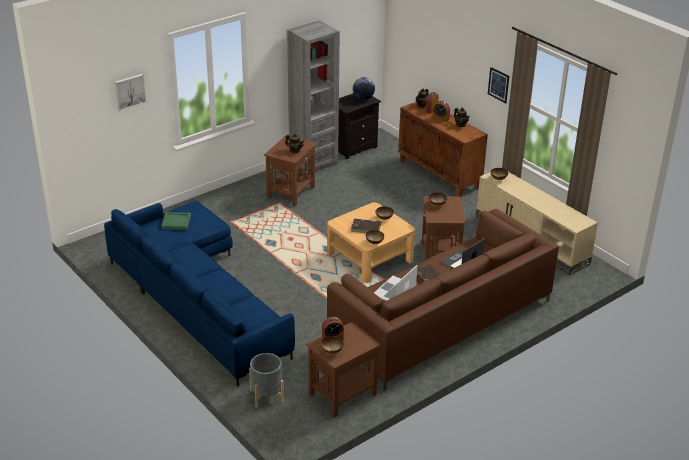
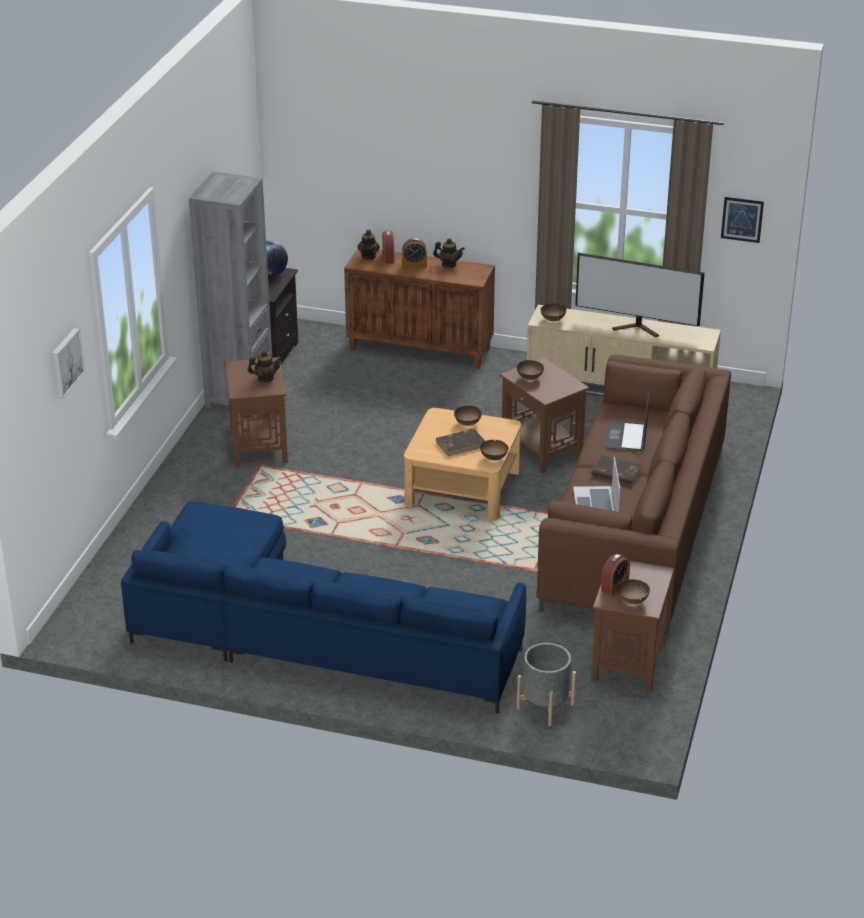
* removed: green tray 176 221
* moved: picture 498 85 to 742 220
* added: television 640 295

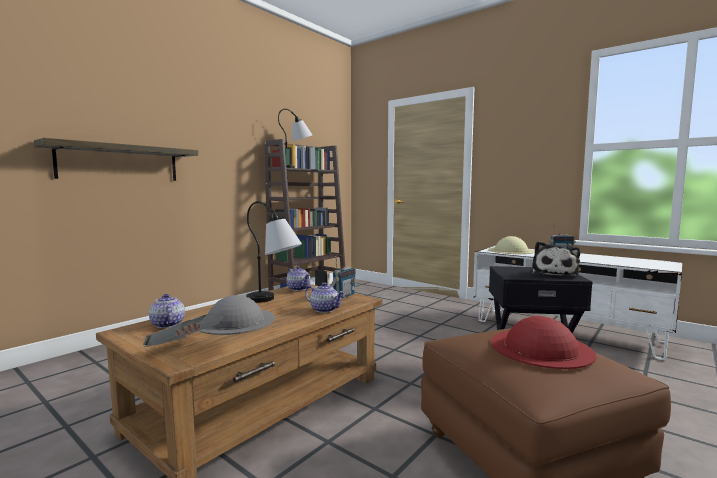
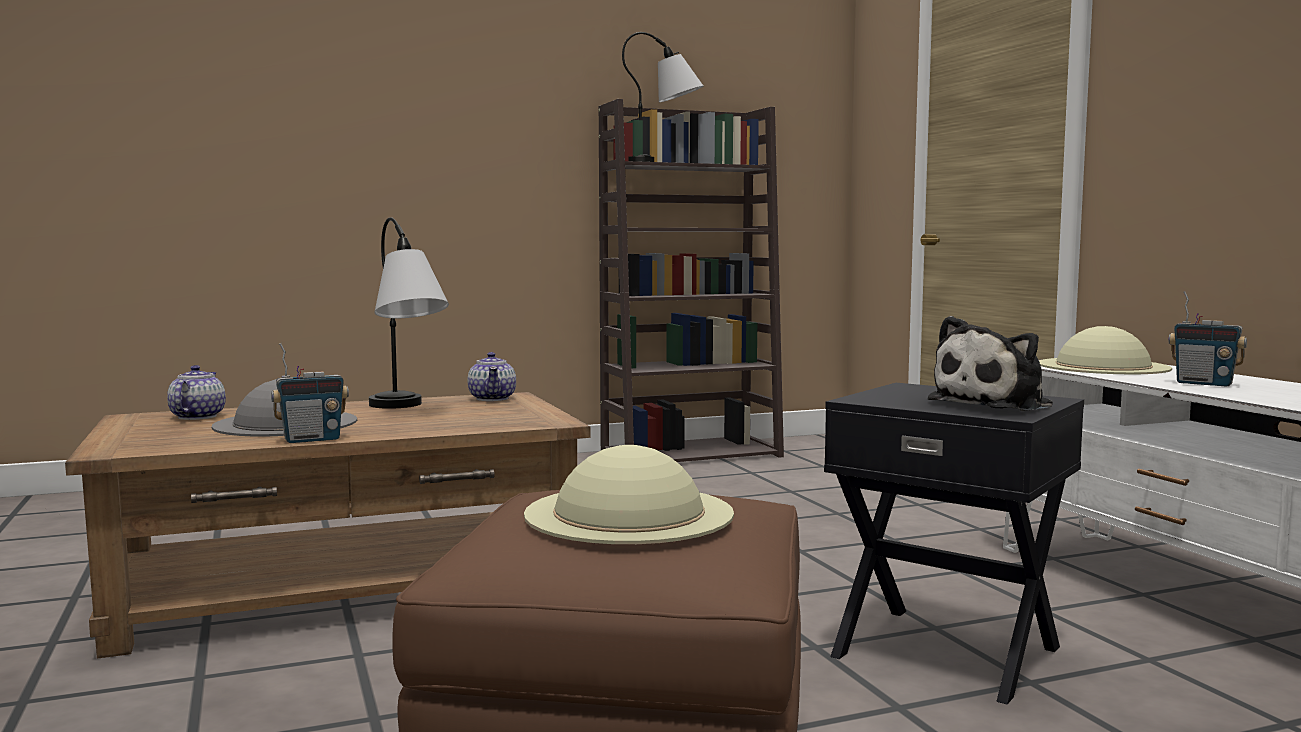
* removed: shelf 116 159
* removed: newspaper 183 330
* removed: teapot 325 297
* moved: radio 343 277 to 310 393
* recoloured: red hat 543 342 to beige hat 629 494

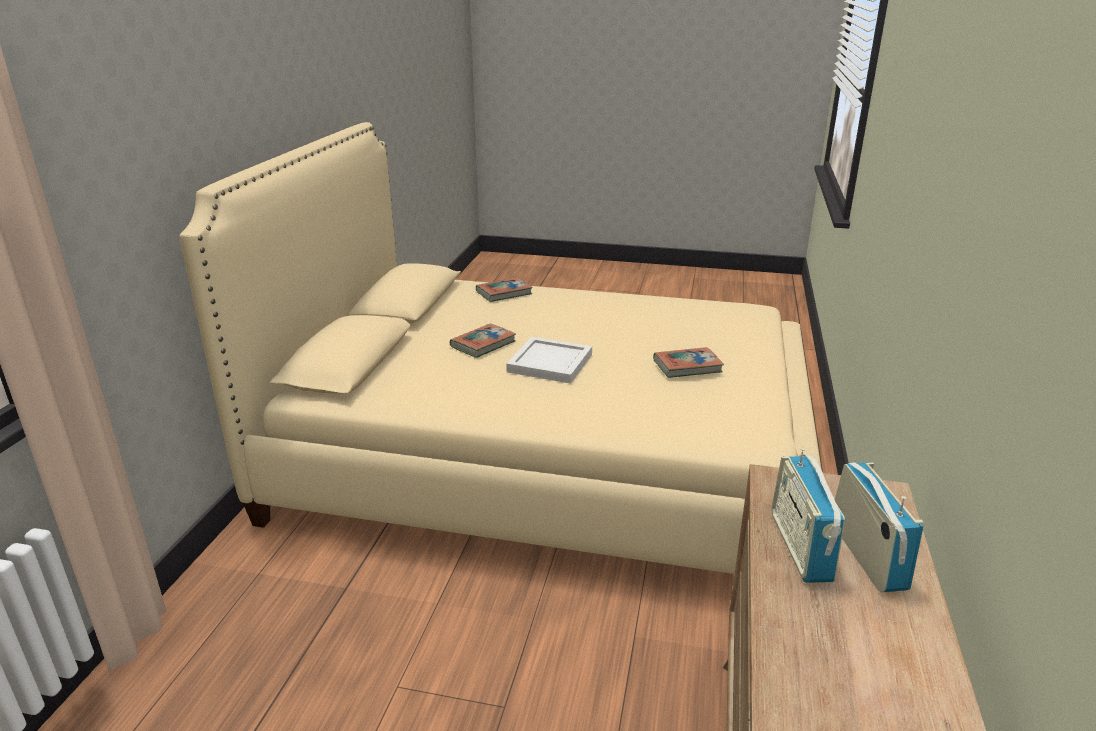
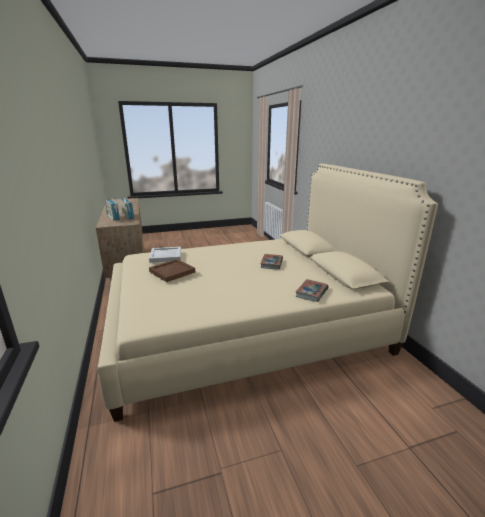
* moved: white tray 549 360 to 165 255
* replaced: book 688 362 to brown tray 172 270

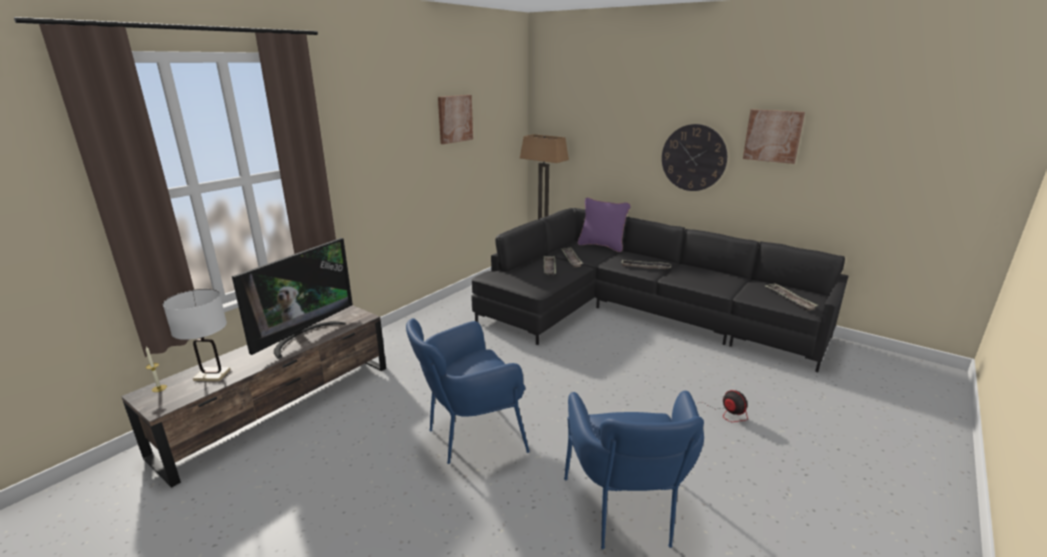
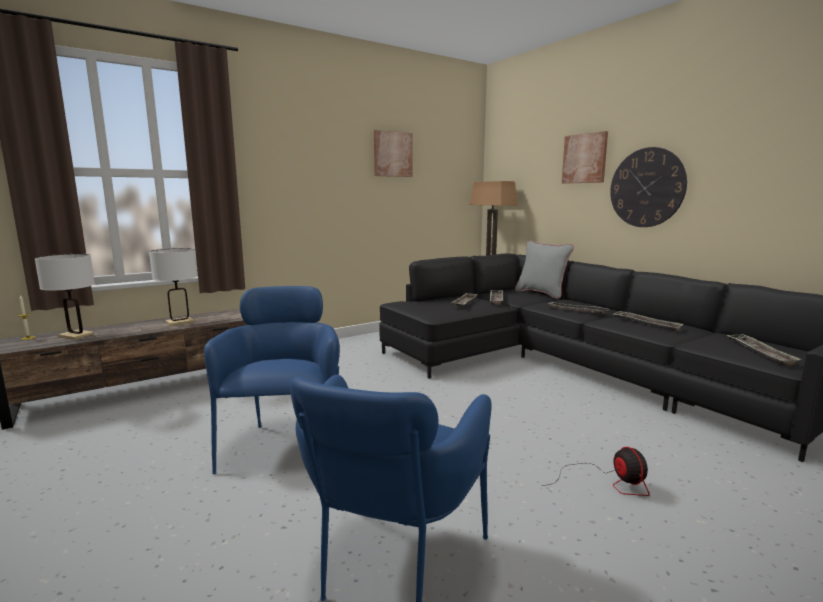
* replaced: television 292 298 to white table lamp 173 287
* turned: blue armchair 468 391 = 272 380 90 degrees clockwise
* recoloured: purple pillow 604 224 to grey pillow 544 269
* moved: picture 774 136 to 585 157
* added: tray 649 321

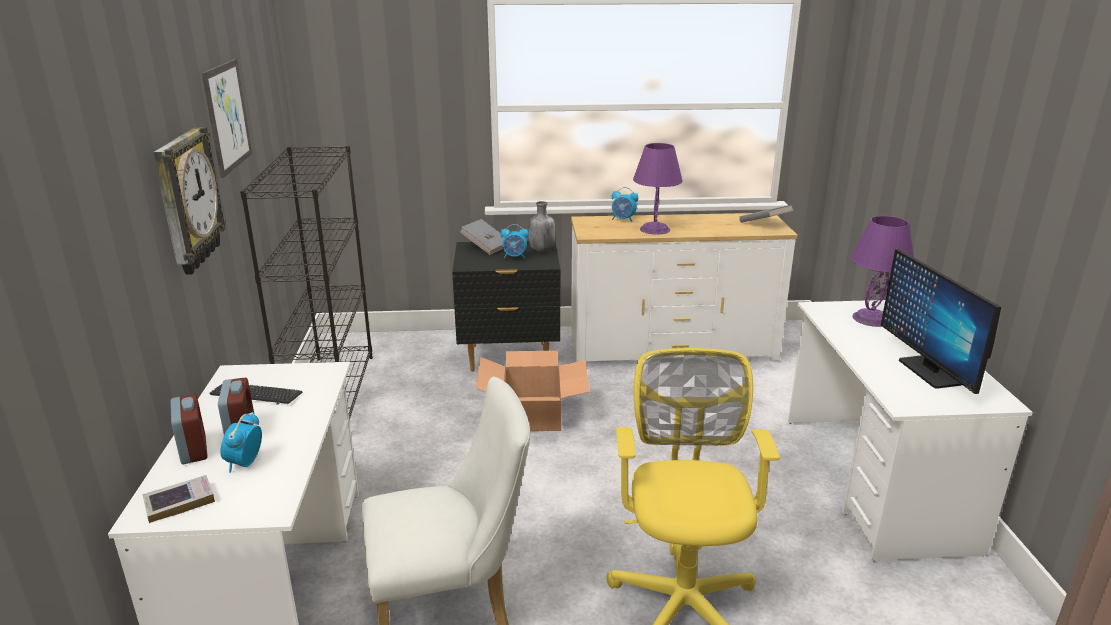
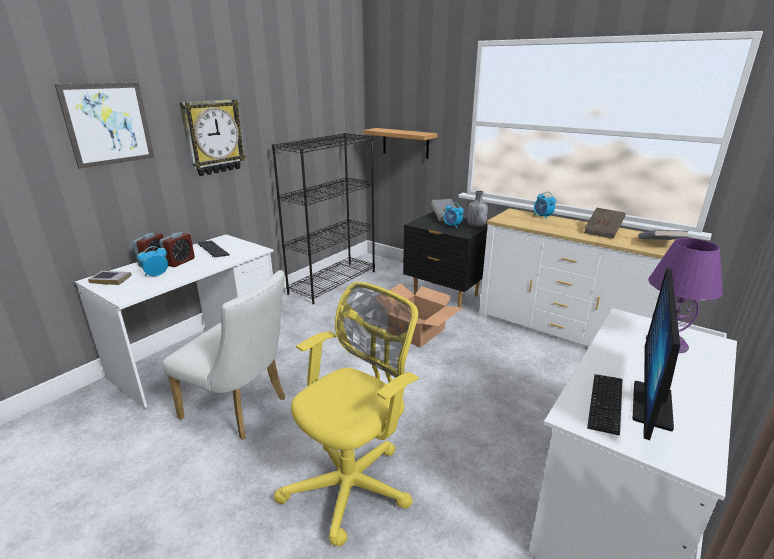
* moved: picture 227 118 to 104 125
* removed: purple table lamp 658 189
* added: shelf 400 143
* added: brown book 605 223
* added: keyboard 605 404

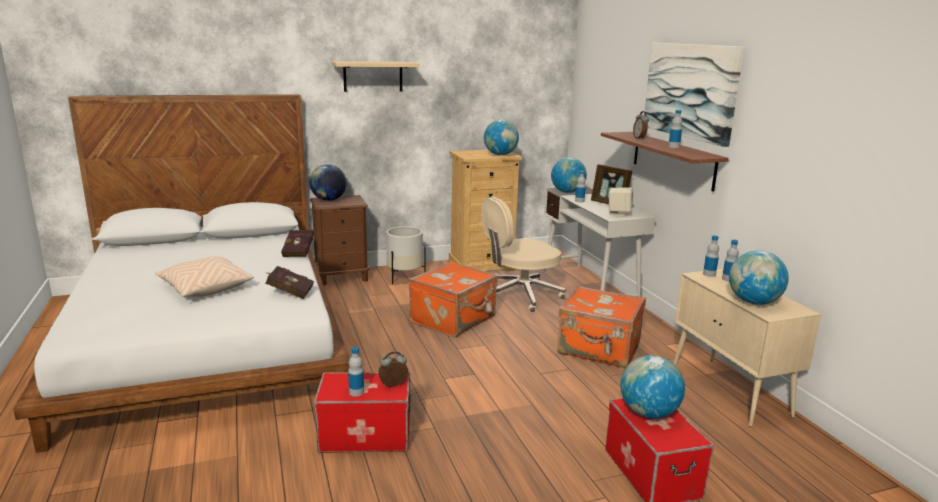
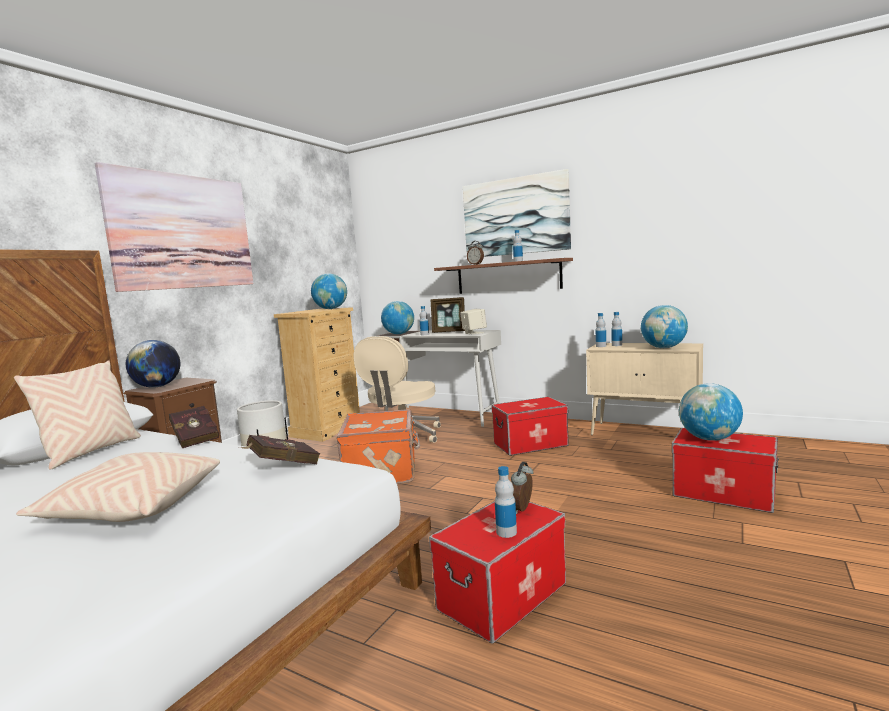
* replaced: beige shelf 376 76 to picture 174 227
* replaced: orange suitcase 601 327 to storage box 530 426
* added: beige pillow 77 415

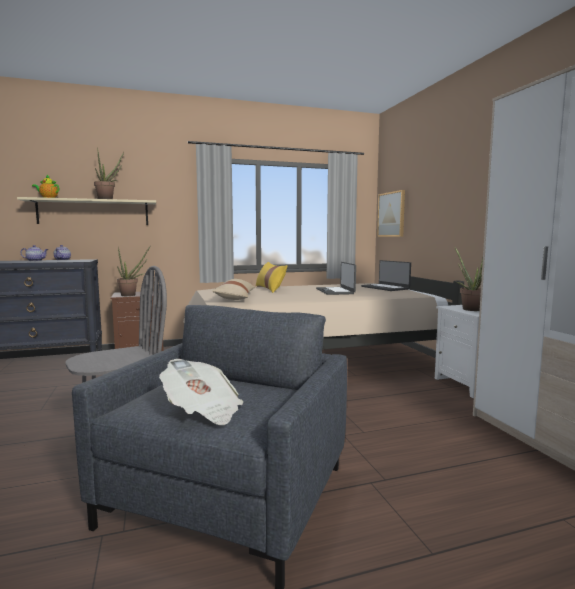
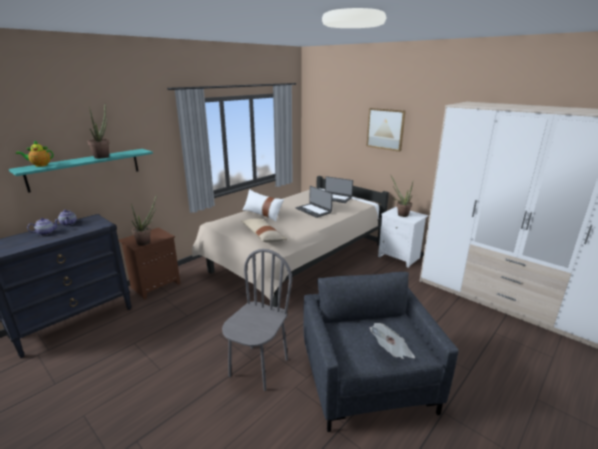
* recoloured: beige shelf 86 211 to turquoise shelf 81 171
* recoloured: yellow pillow 272 277 to white pillow 263 205
* moved: picture 391 213 to 386 130

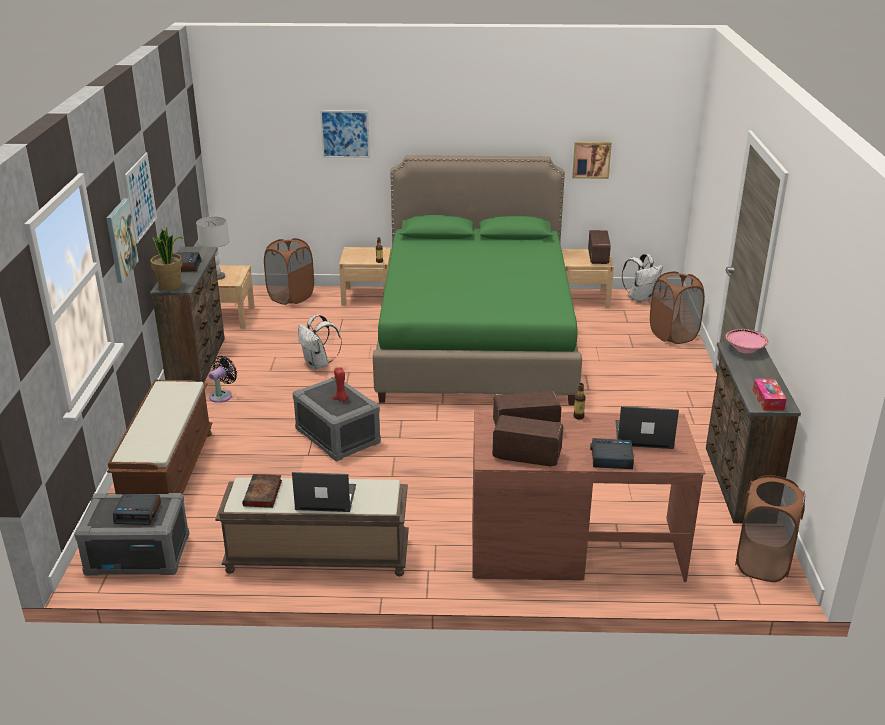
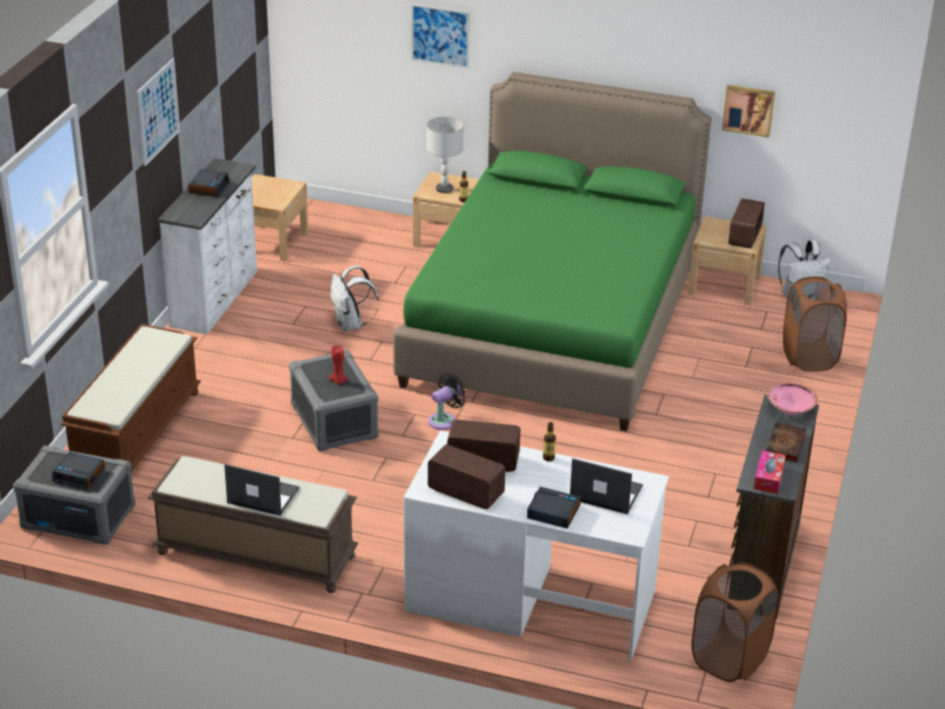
* removed: picture 123 240
* recoloured: brown dresser 187 315 to white dresser 207 246
* removed: potted plant 167 258
* moved: grey table lamp 212 248 to 445 155
* moved: black fan 223 379 to 447 401
* moved: book 262 491 to 786 442
* removed: brown laundry basket 289 271
* recoloured: brown desk 588 496 to white desk 536 546

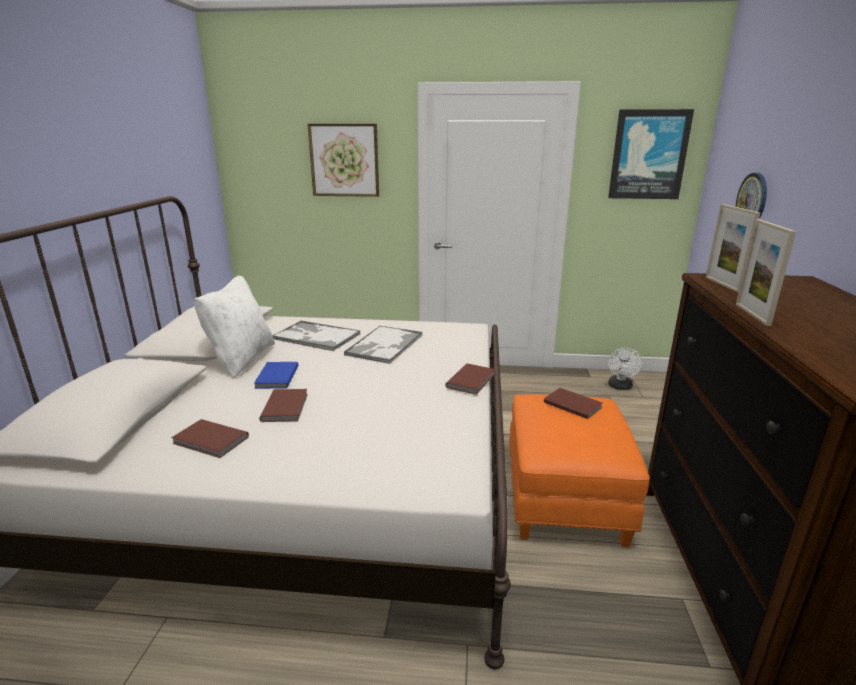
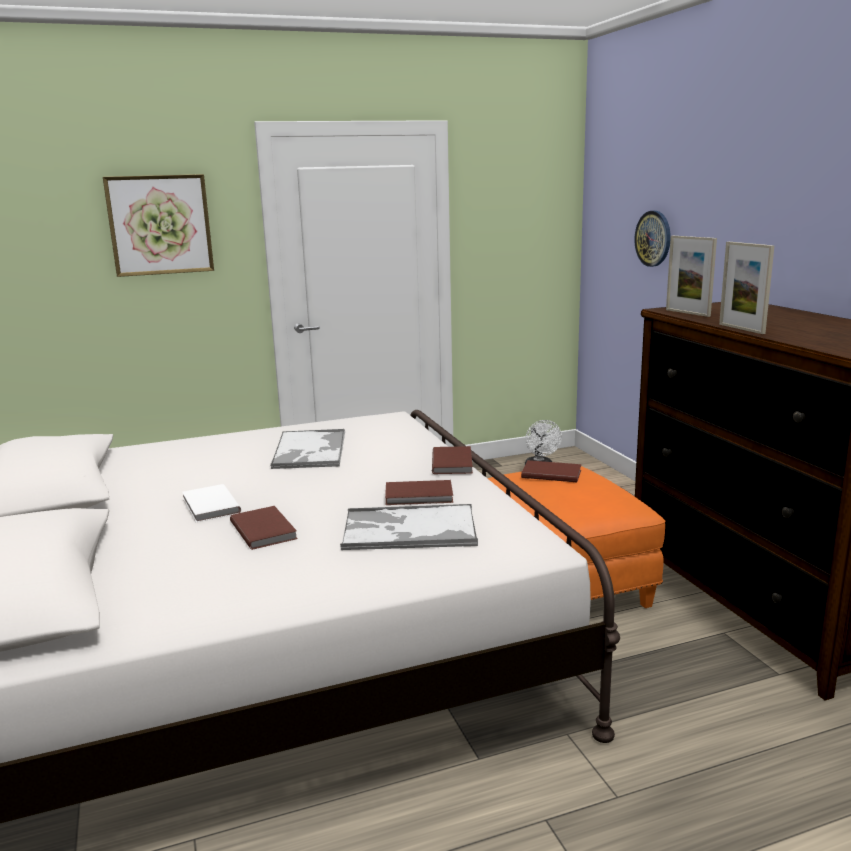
* moved: brown book 210 438 to 419 492
* removed: white pillow 234 327
* recoloured: blue book 276 375 to white book 211 503
* moved: tray 316 335 to 409 527
* removed: picture 651 154

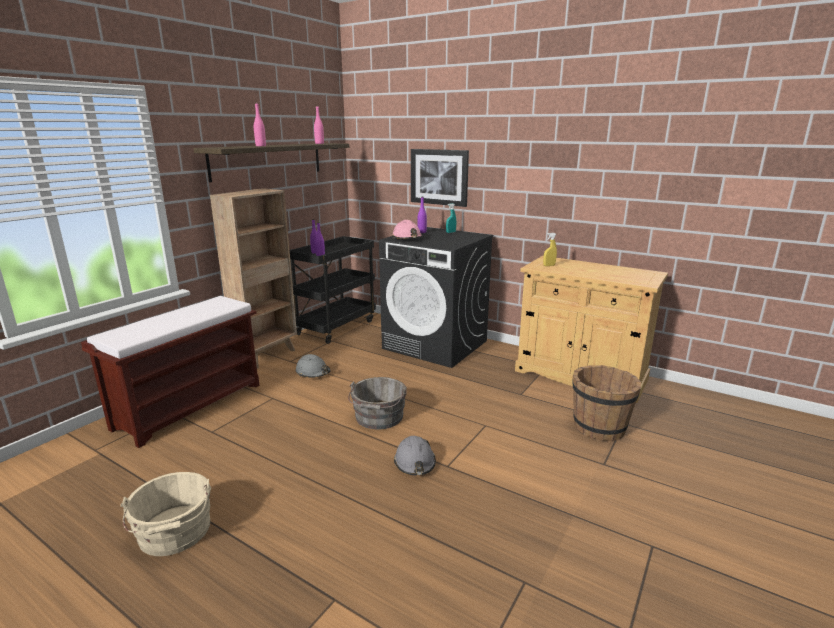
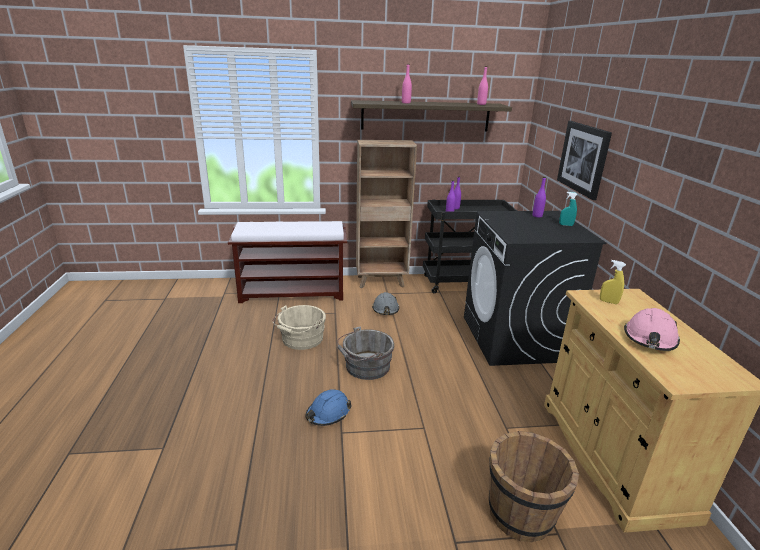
* moved: beige bucket 165 514 to 299 327
* moved: pink hard hat 407 229 to 652 329
* recoloured: grey hard hat 415 455 to blue hard hat 328 407

